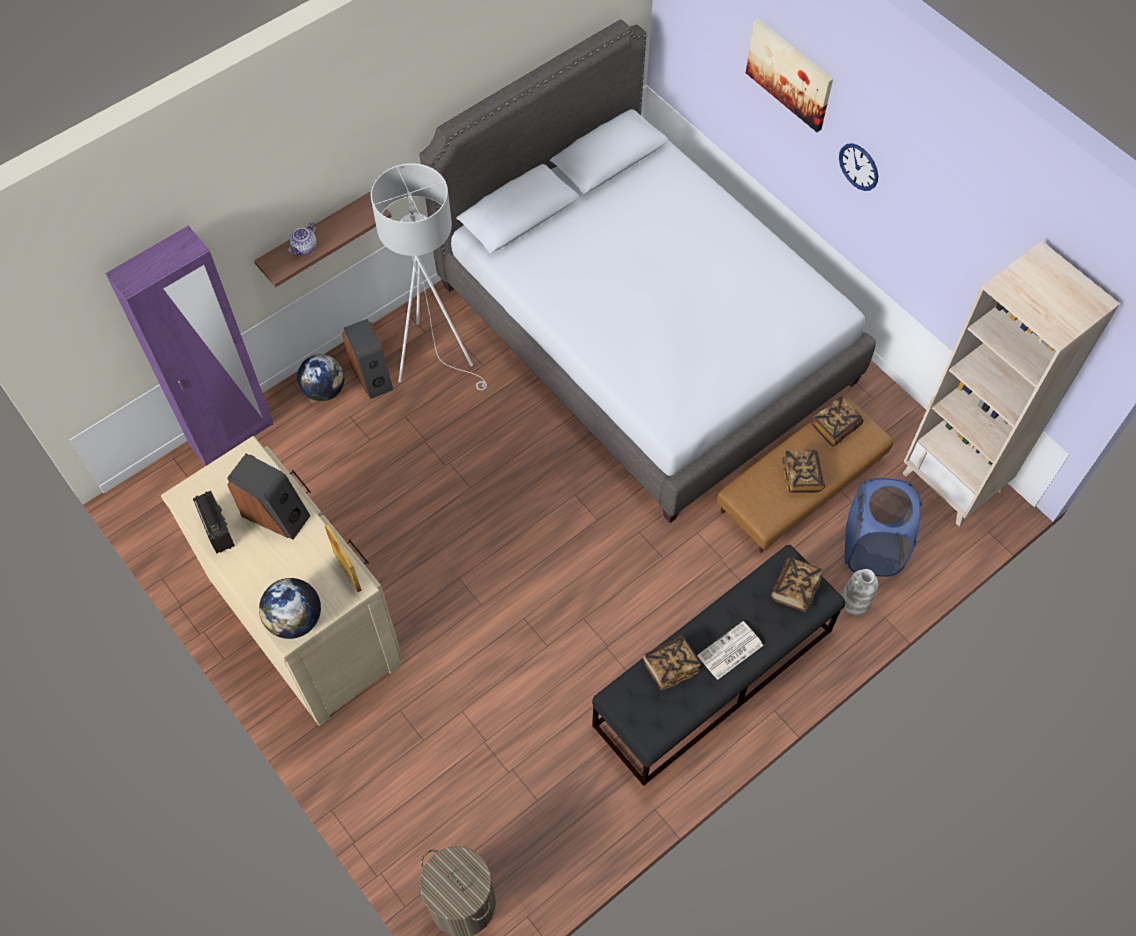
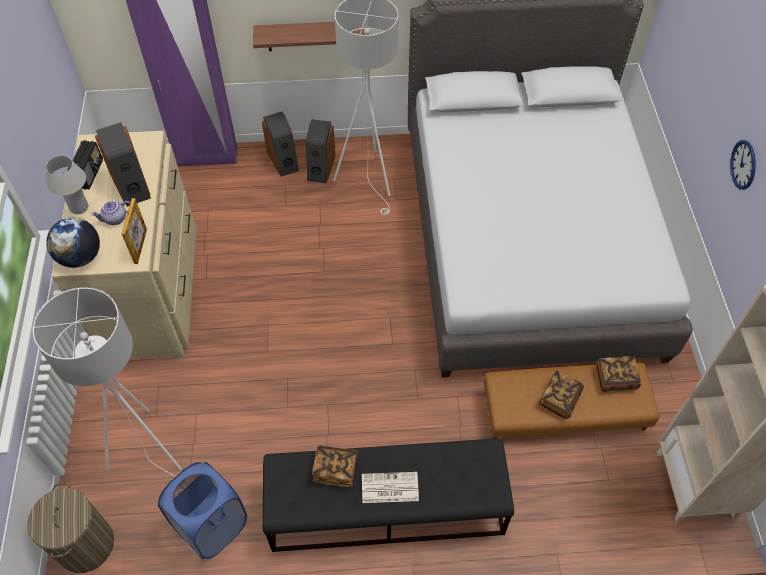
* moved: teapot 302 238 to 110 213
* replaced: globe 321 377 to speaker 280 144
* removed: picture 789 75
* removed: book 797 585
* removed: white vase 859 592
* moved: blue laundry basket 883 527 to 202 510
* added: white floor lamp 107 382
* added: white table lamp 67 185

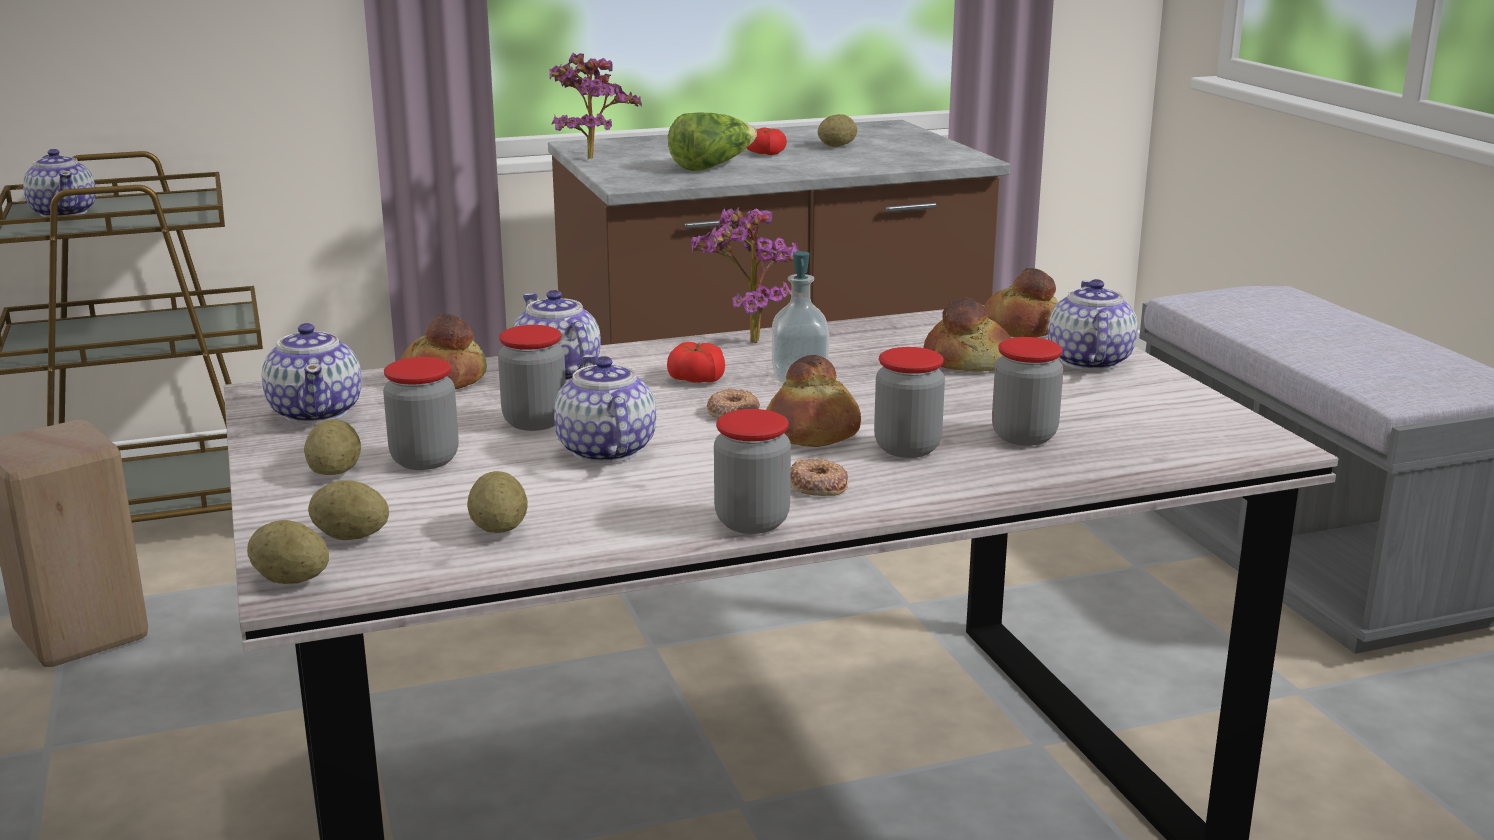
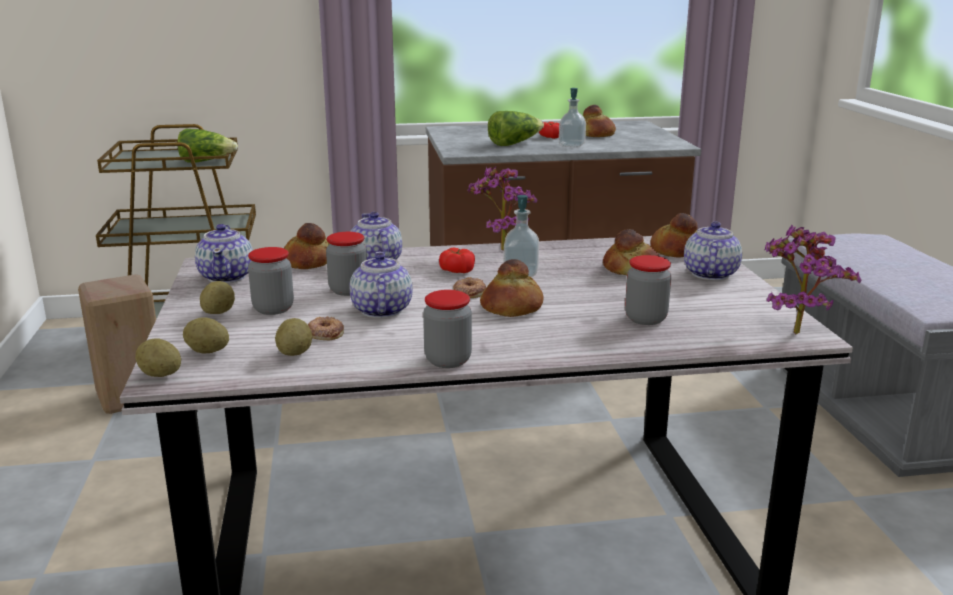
* removed: teapot 59 183
* moved: potted plant 595 106 to 813 279
* moved: donut 819 477 to 326 328
* replaced: potato 837 130 to bread 599 121
* removed: jar 909 402
* added: lettuce 207 146
* added: soap dispenser 572 118

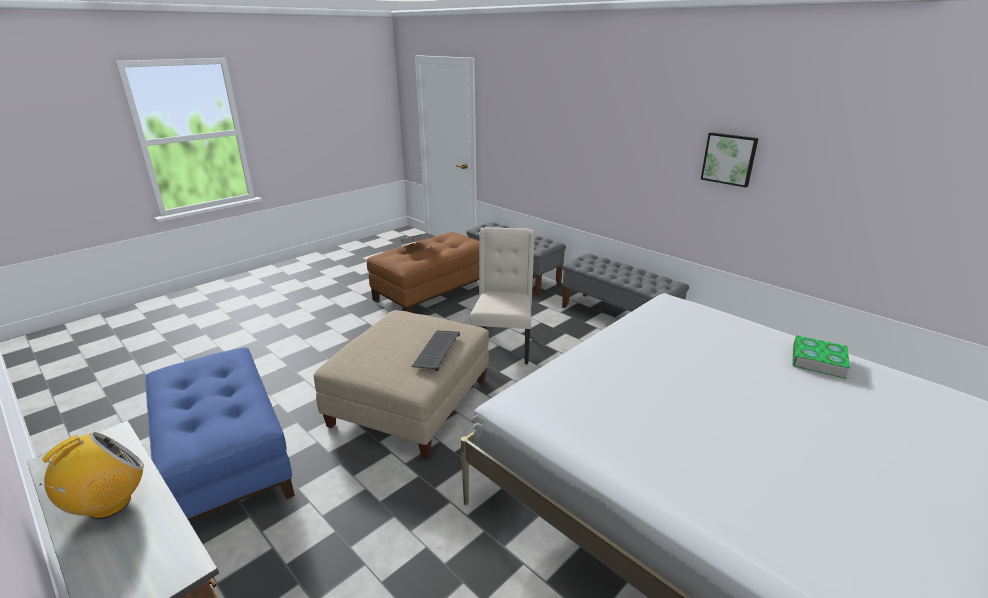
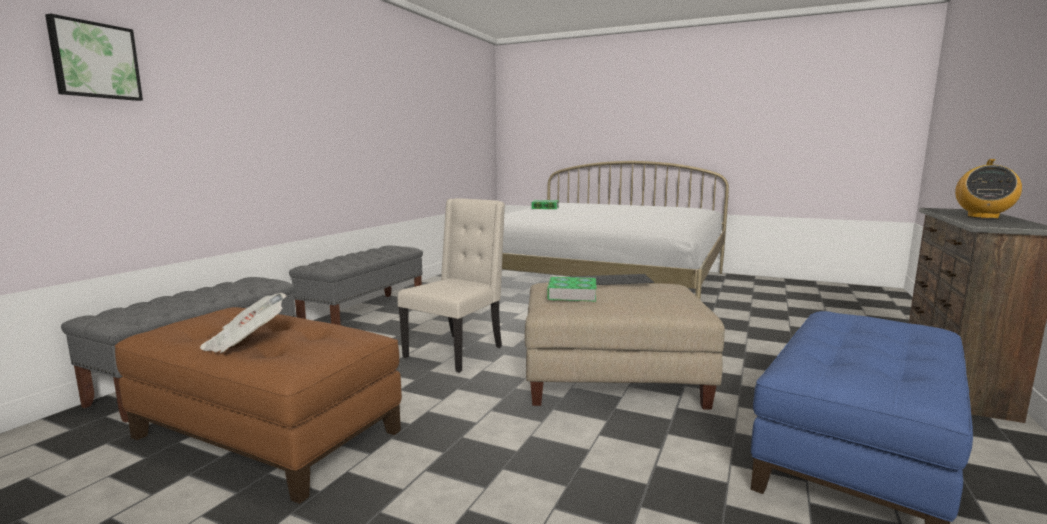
* turned: radio 91 475 = 988 189 75 degrees counterclockwise
* turned: beige chair 502 295 = 451 285 135 degrees clockwise
* moved: picture 729 160 to 94 57
* added: book 572 289

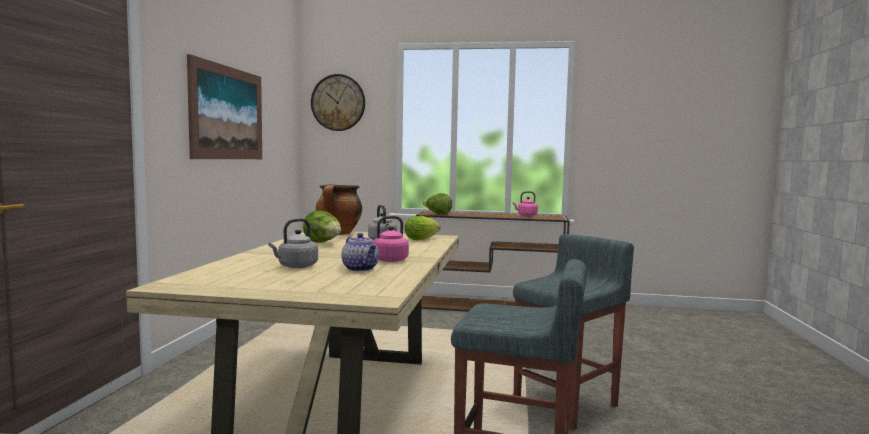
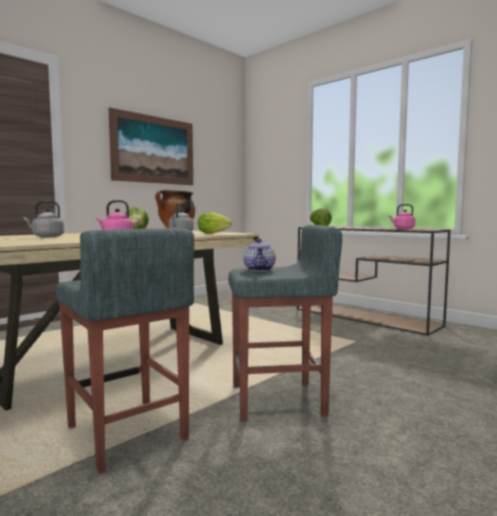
* removed: wall clock 338 102
* moved: teapot 360 252 to 259 255

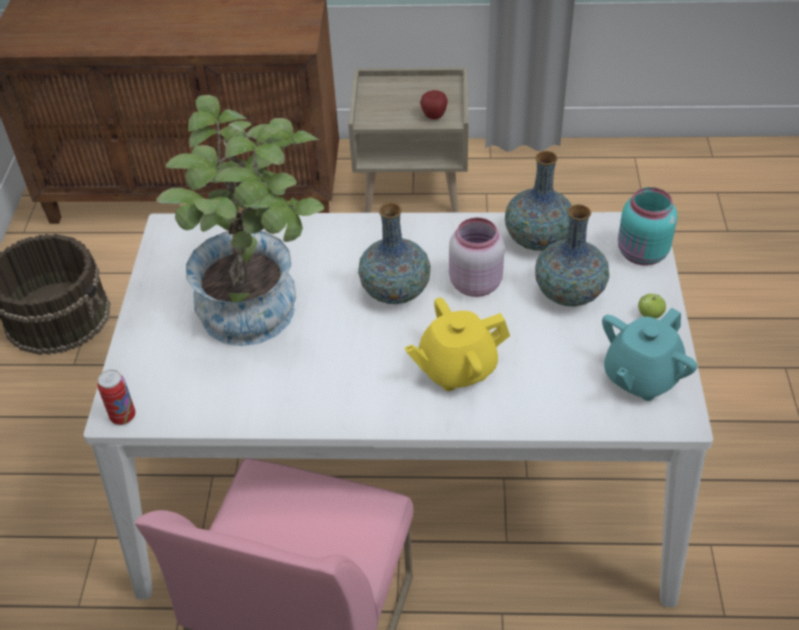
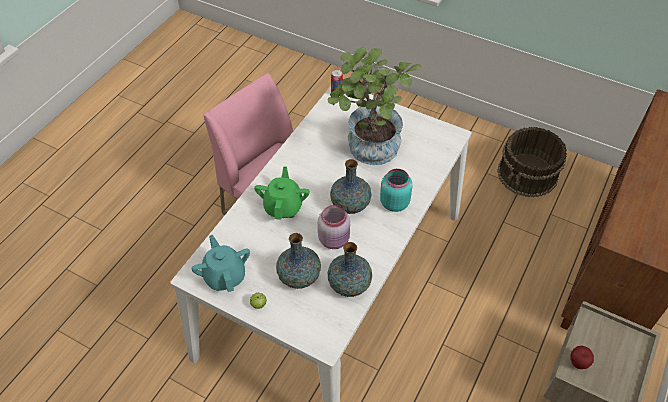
* recoloured: yellow teapot 457 344 to green teapot 282 193
* moved: turquoise jar 647 226 to 396 190

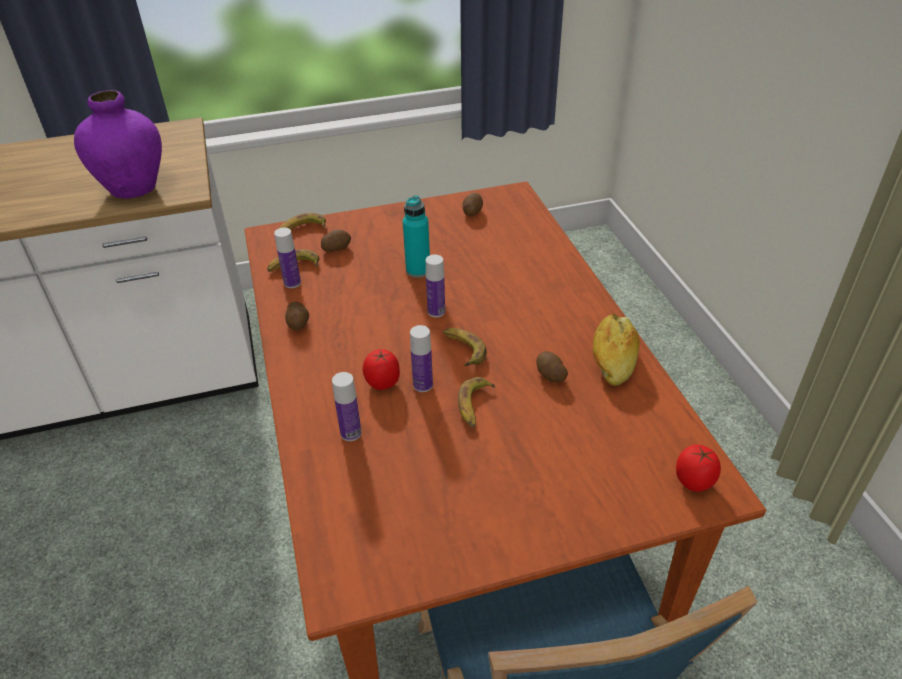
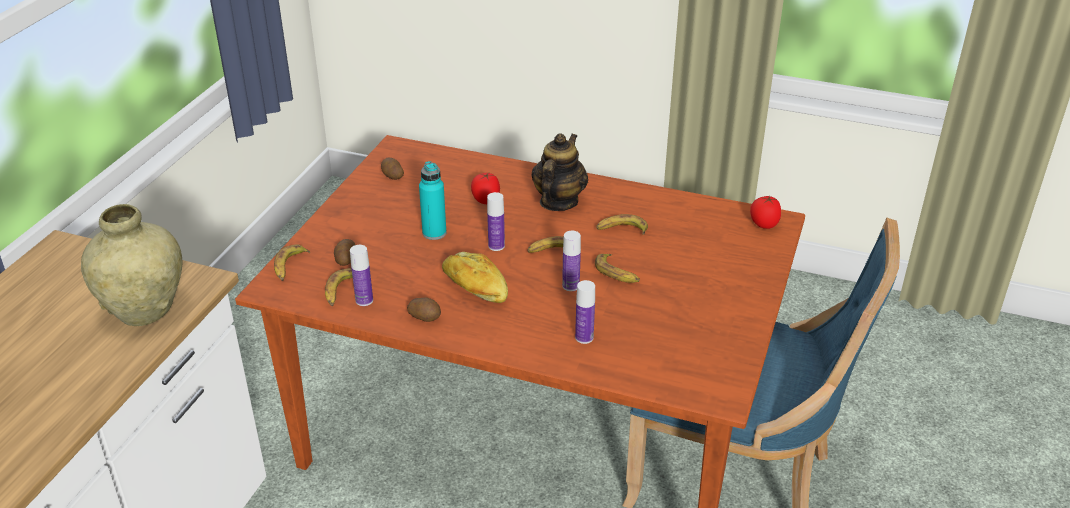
* recoloured: purple vase 118 144 to beige vase 131 265
* moved: tomato 381 369 to 485 188
* replaced: potato 552 367 to banana 622 224
* moved: bread 616 350 to 475 277
* added: teapot 559 172

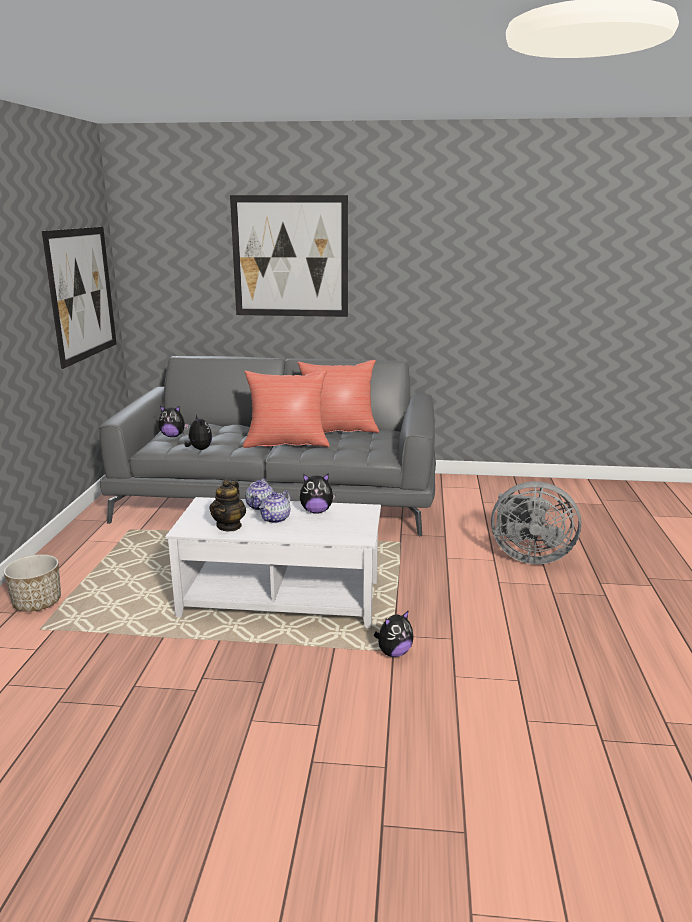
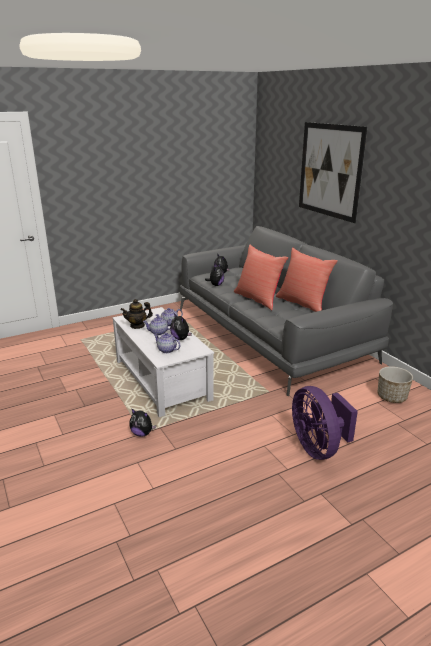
* moved: planter 32 583 to 395 384
* removed: picture 79 298
* recoloured: grey fan 536 522 to purple fan 325 423
* added: teapot 167 343

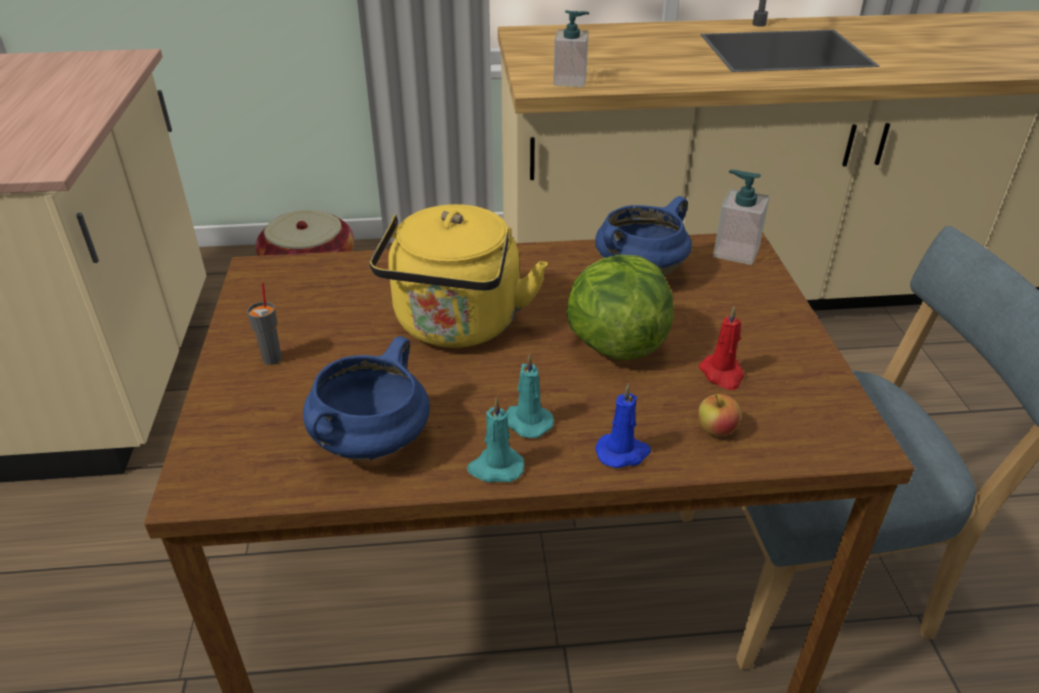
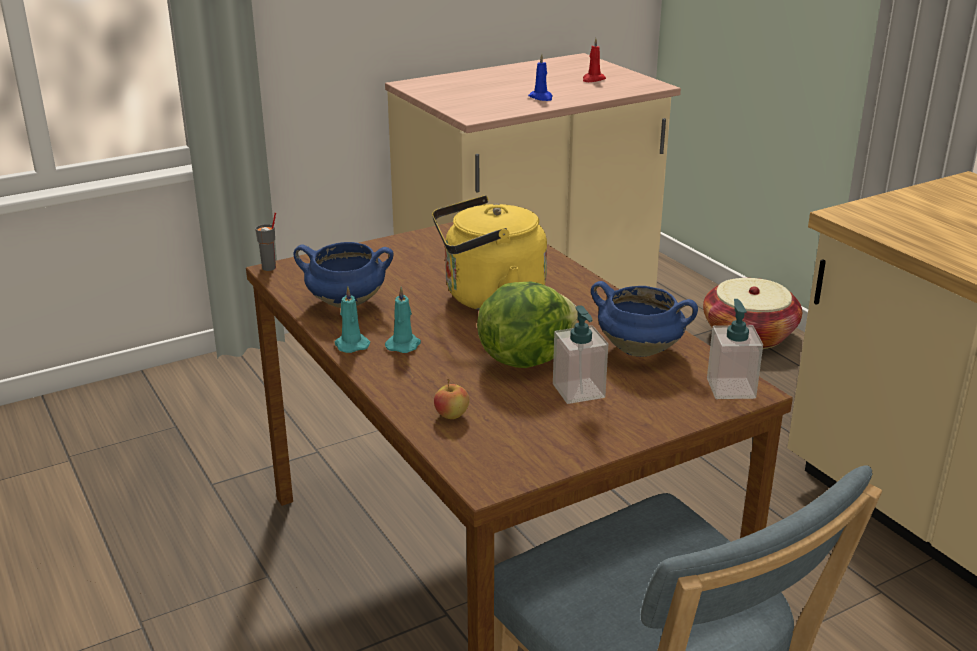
* moved: grey cup 264 324 to 265 242
* moved: soap dispenser 571 48 to 580 354
* moved: blue candle 623 425 to 540 77
* moved: red candle 721 348 to 594 60

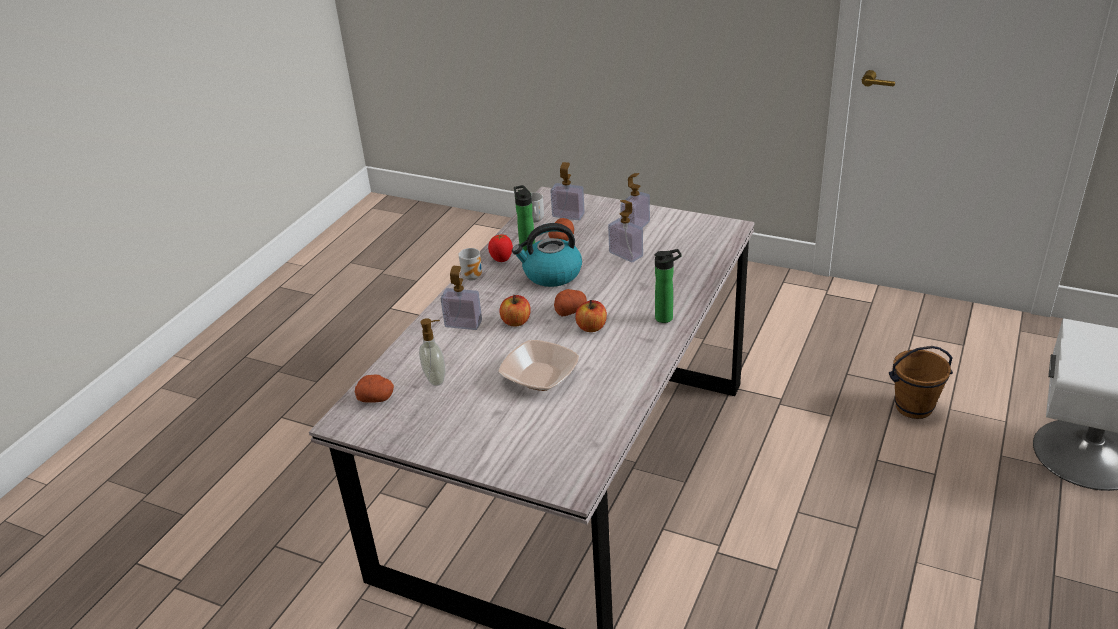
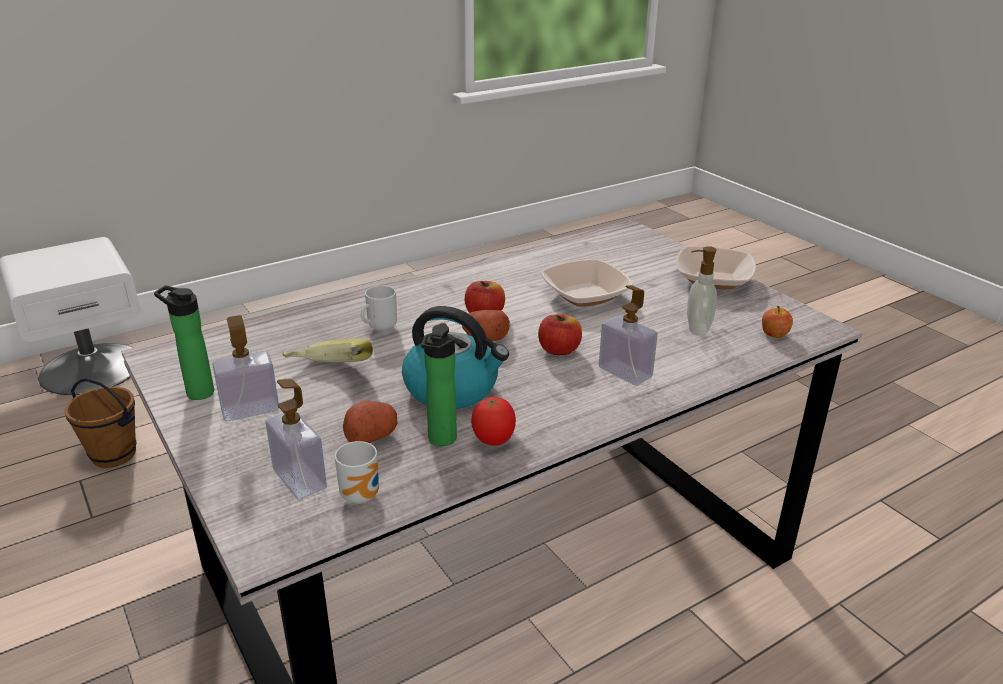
* replaced: potato 374 388 to apple 777 322
* moved: mug 470 264 to 379 309
* replaced: soap dispenser 625 231 to banana 327 350
* moved: bottle 668 286 to 184 342
* added: bowl 716 268

